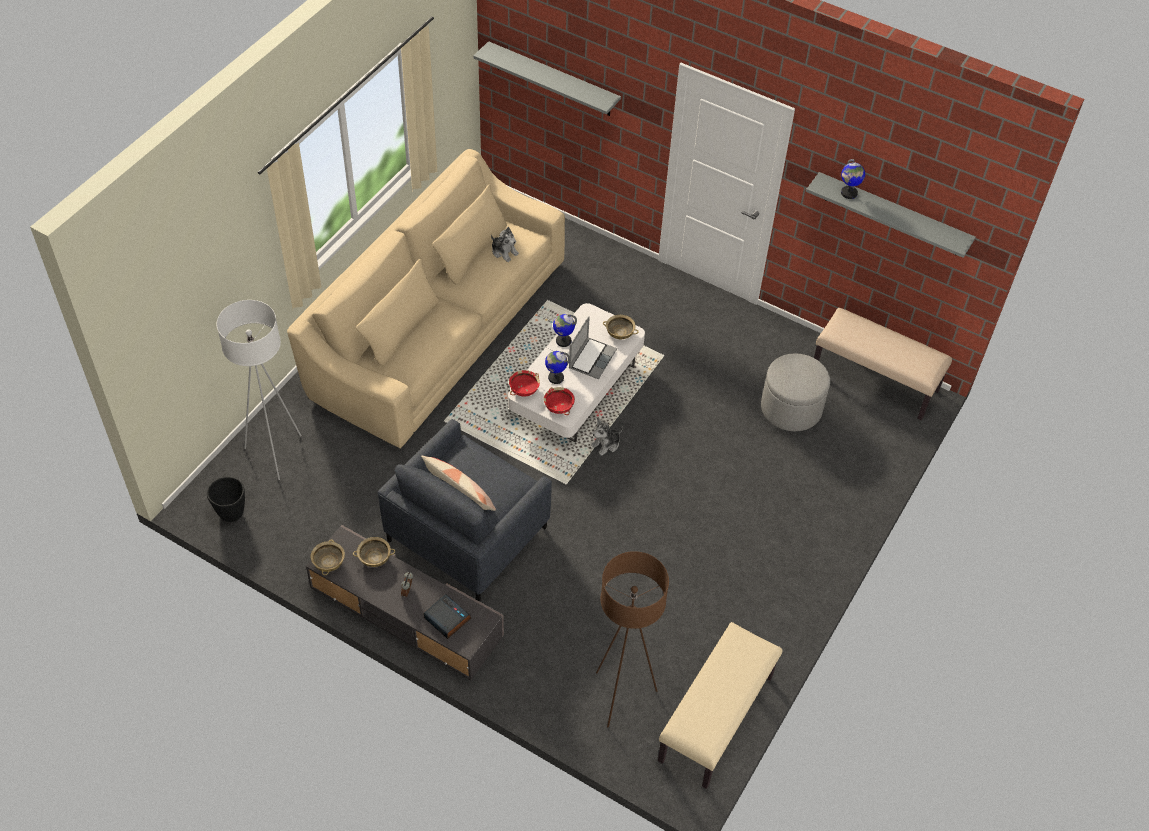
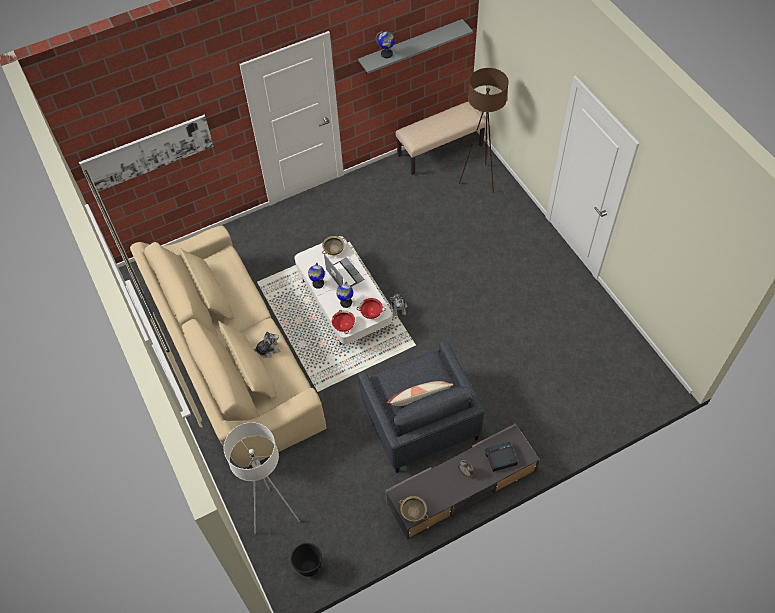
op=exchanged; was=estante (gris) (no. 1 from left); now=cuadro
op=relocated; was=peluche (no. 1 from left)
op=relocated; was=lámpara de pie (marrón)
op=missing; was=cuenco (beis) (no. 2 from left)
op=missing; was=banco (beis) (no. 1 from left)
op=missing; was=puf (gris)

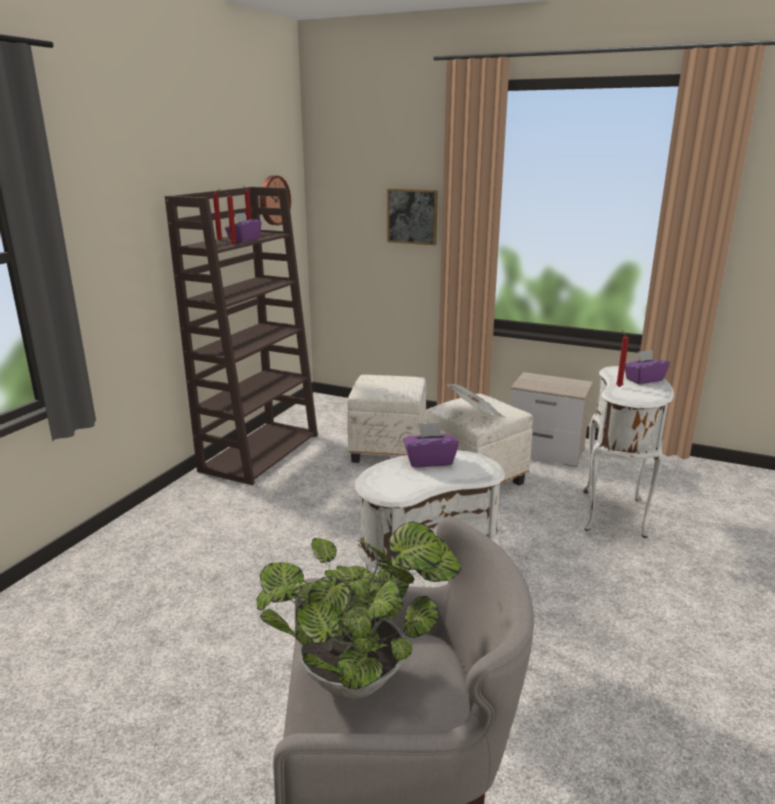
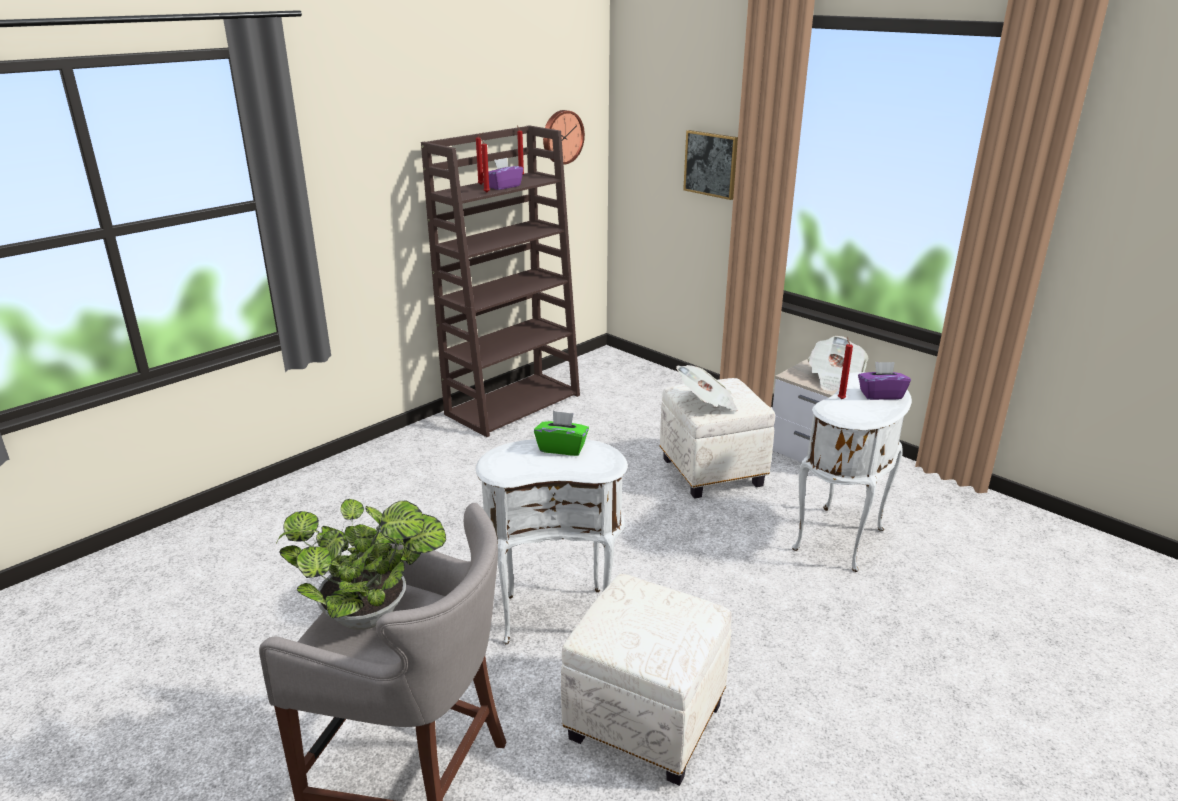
op=colour; was=caja de pañuelos (morado) (no. 2 from left); now=caja de pañuelos (verde)
op=relocated; was=puf (blanco) (no. 1 from left)
op=appeared; now=periódico (no. 2 from left)

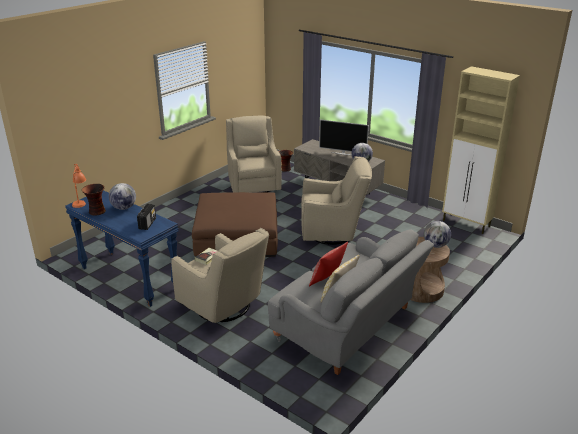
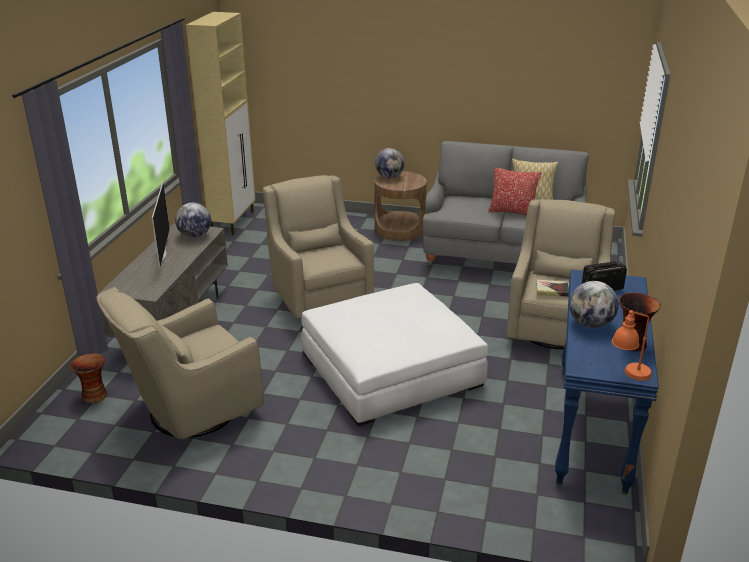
op=colour; was=puf (marrón); now=puf (blanco)

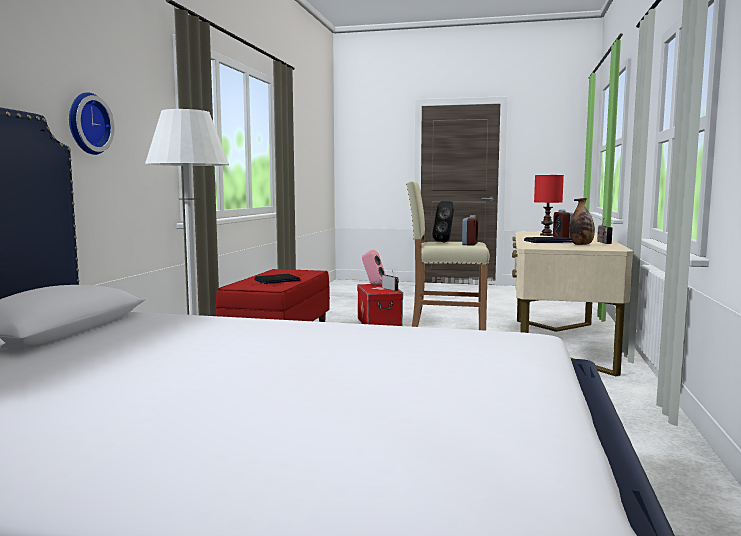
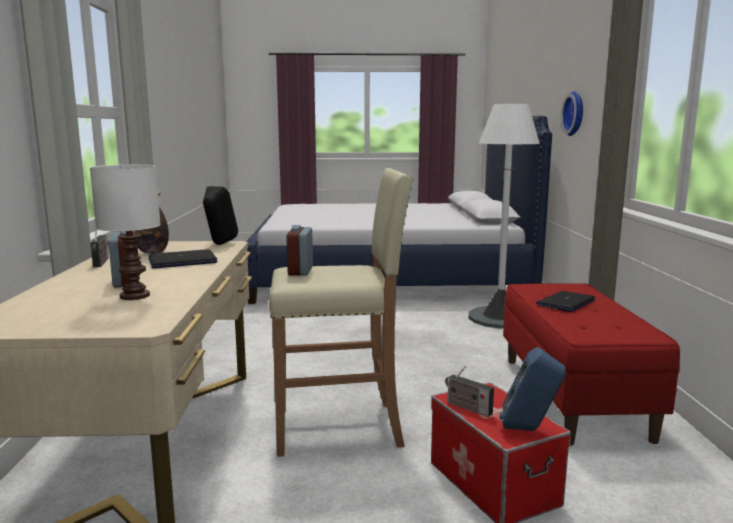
op=colour; was=lámpara de mesa (rojo); now=lámpara de mesa (blanco)
op=relocated; was=altavoz (negro)
op=colour; was=altavoz (rosa); now=altavoz (azul)

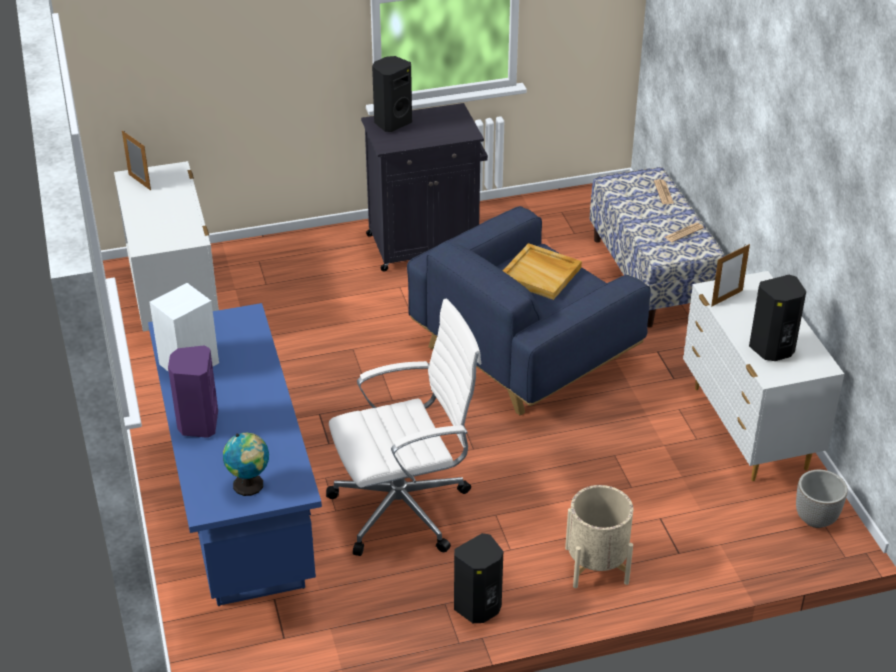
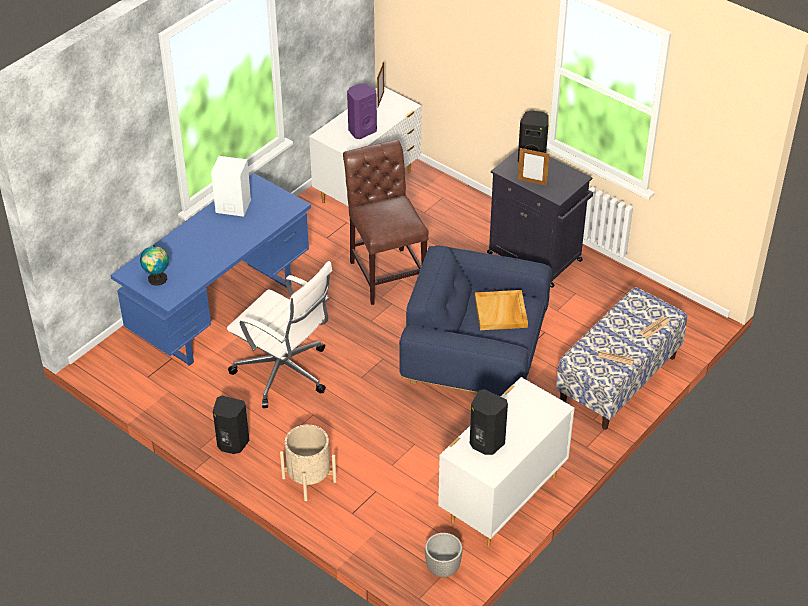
op=appeared; now=silla (marrón)
op=relocated; was=altavoz (morado)
op=relocated; was=portarretratos (no. 2 from left)

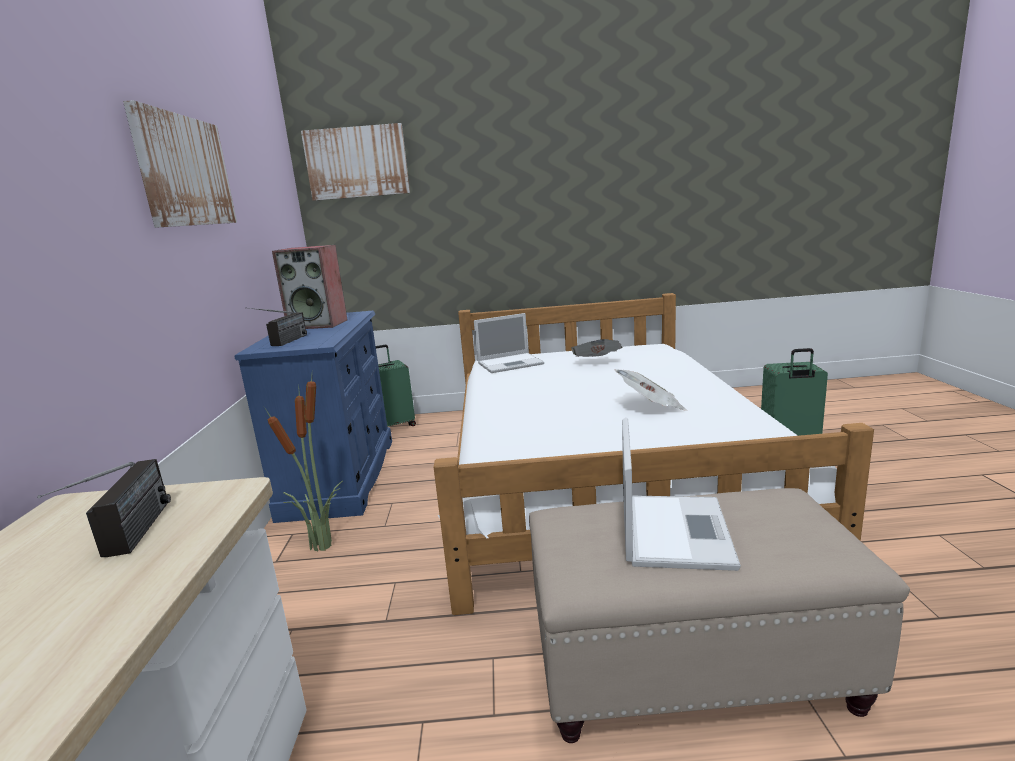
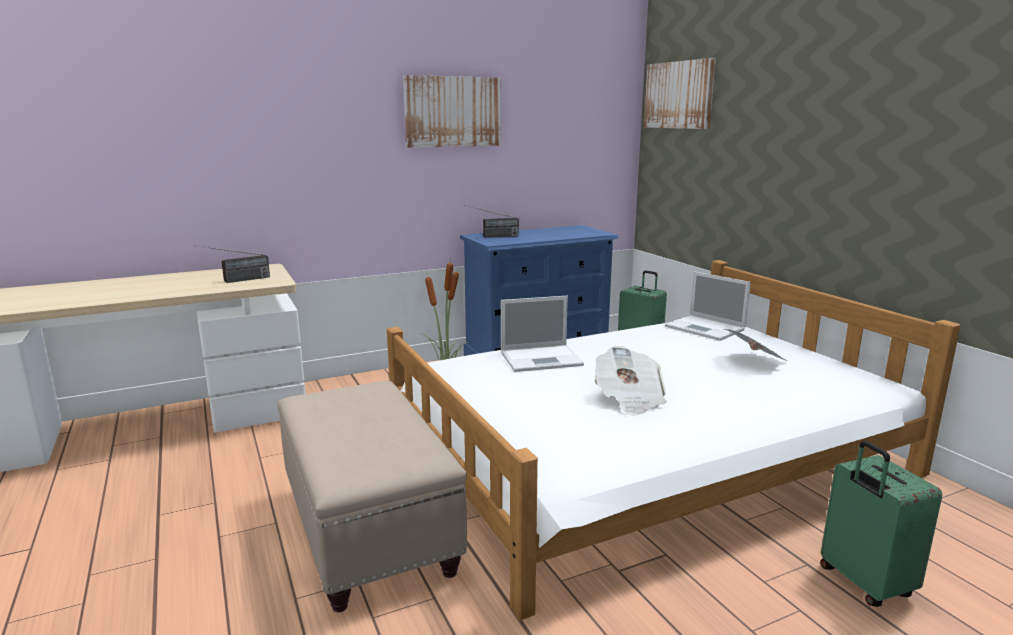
op=relocated; was=portátil (no. 2 from left in the first image); now=portátil (no. 1 from left)
op=missing; was=altavoz

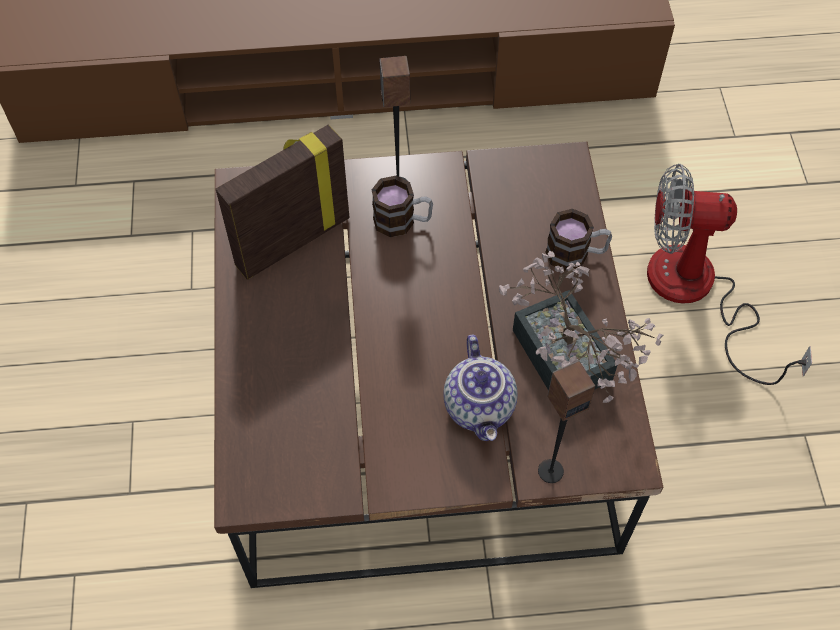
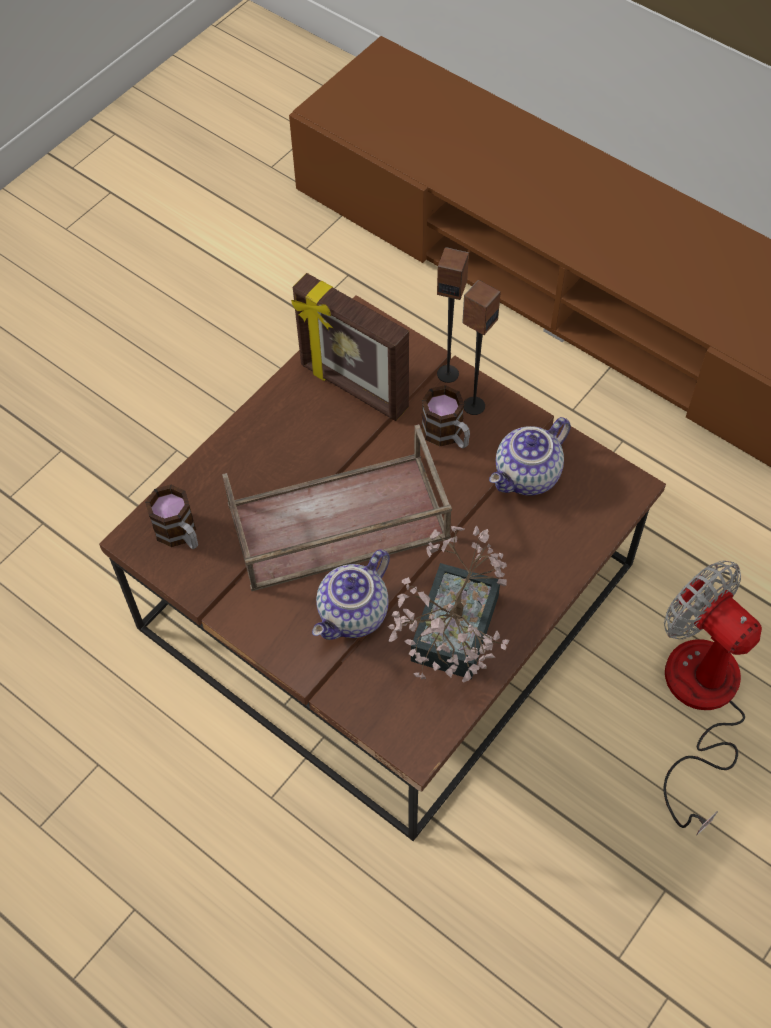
op=relocated; was=taza grande (no. 2 from left in the first image); now=taza grande (no. 1 from left)
op=appeared; now=bandeja (marrón)
op=spun; was=portarretratos; clockwise=-150
op=relocated; was=altavoz (no. 2 from left in the first image); now=altavoz (no. 1 from left)
op=appeared; now=tetera (no. 2 from left)

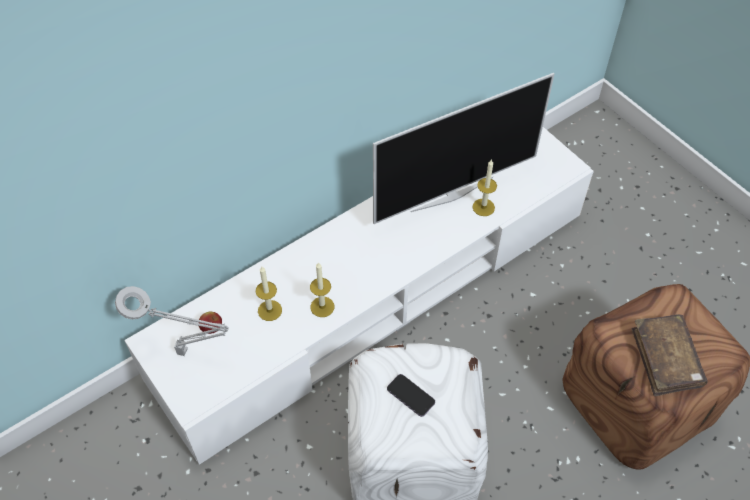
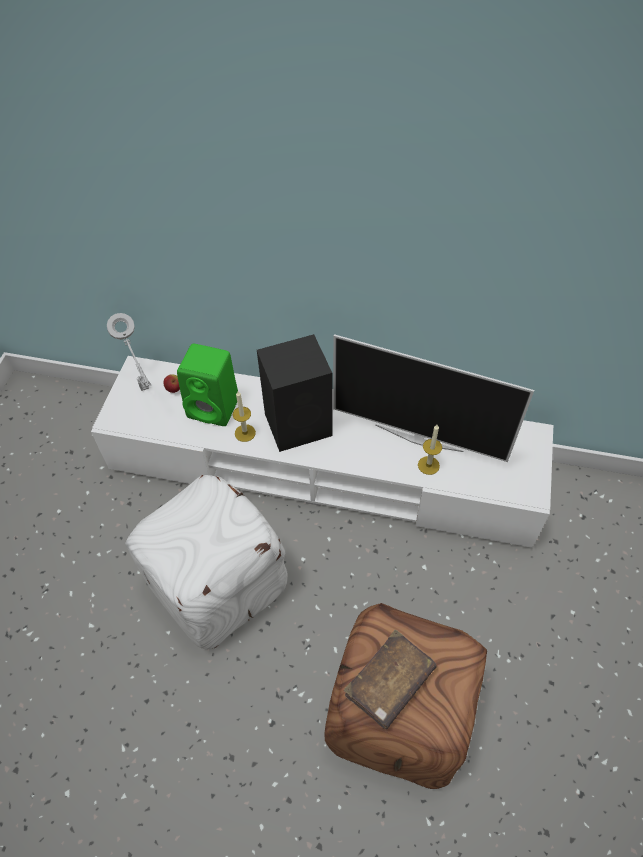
op=exchanged; was=vela (no. 1 from left); now=altavoz (verde)
op=appeared; now=altavoz (negro)
op=missing; was=móvil

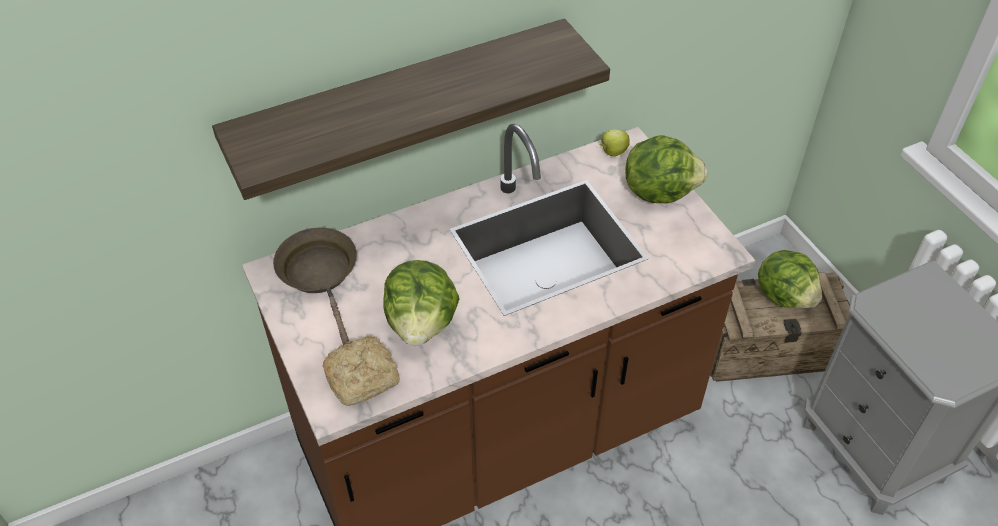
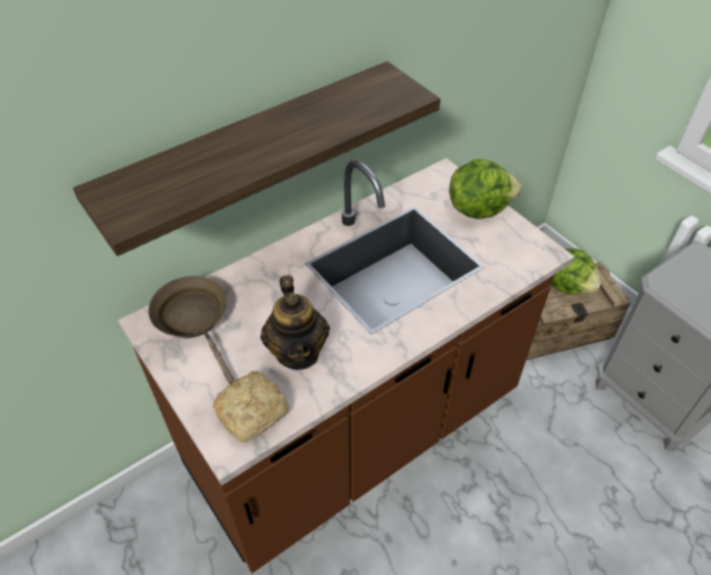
op=exchanged; was=lechuga (no. 1 from left); now=tetera
op=missing; was=manzana

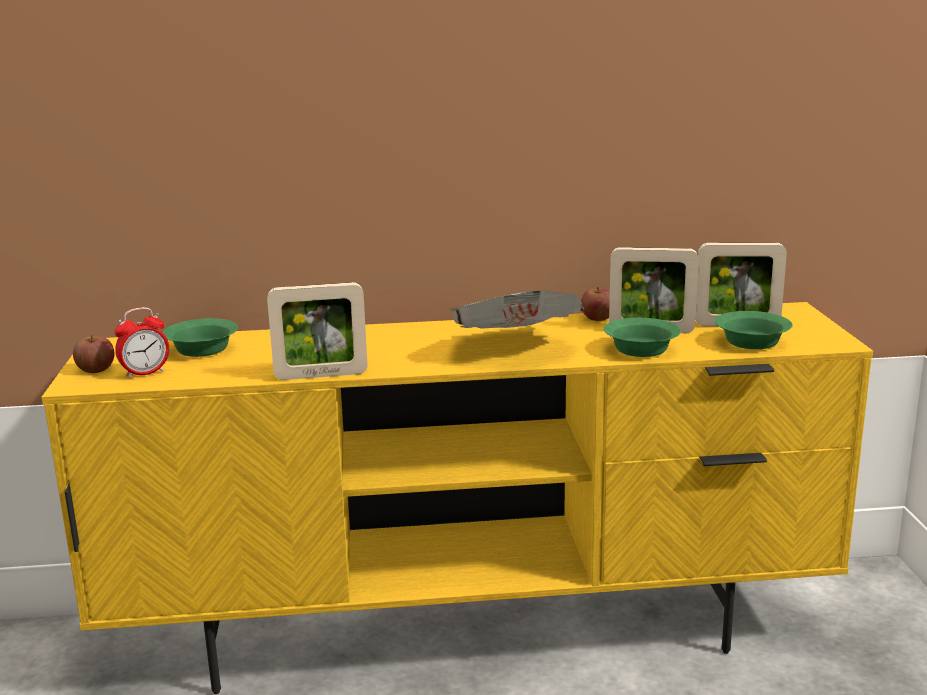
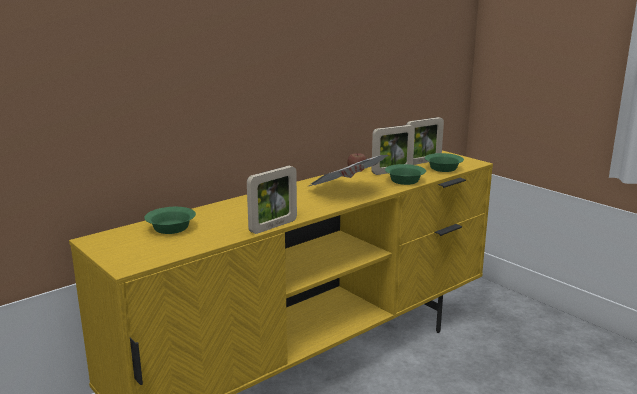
op=missing; was=manzana (no. 1 from left)
op=missing; was=despertador

